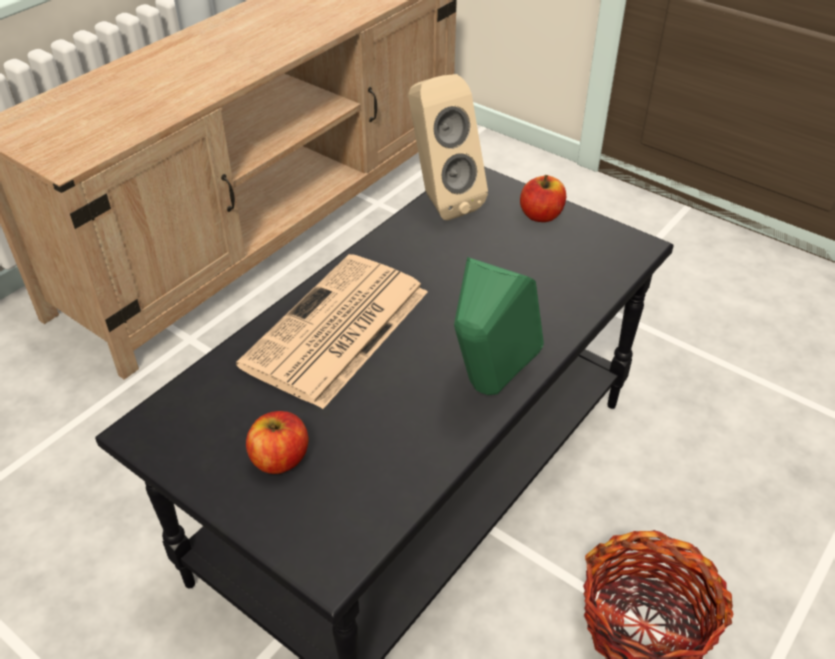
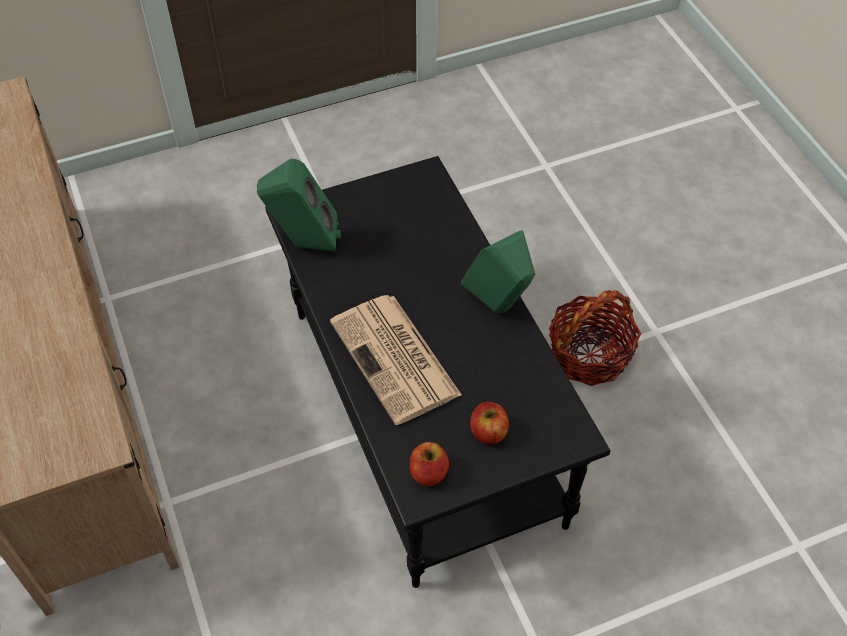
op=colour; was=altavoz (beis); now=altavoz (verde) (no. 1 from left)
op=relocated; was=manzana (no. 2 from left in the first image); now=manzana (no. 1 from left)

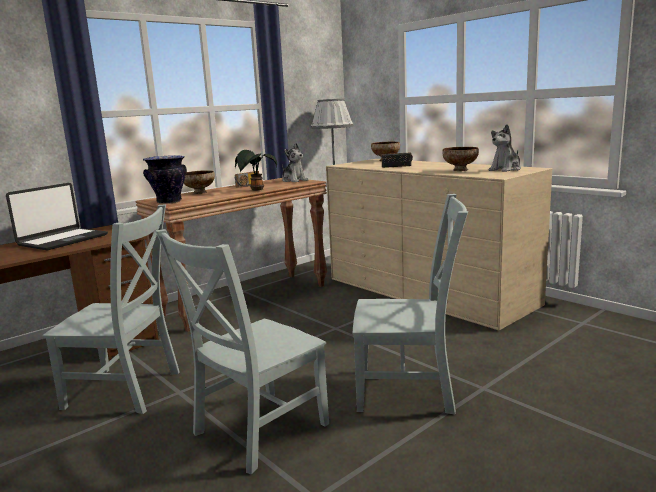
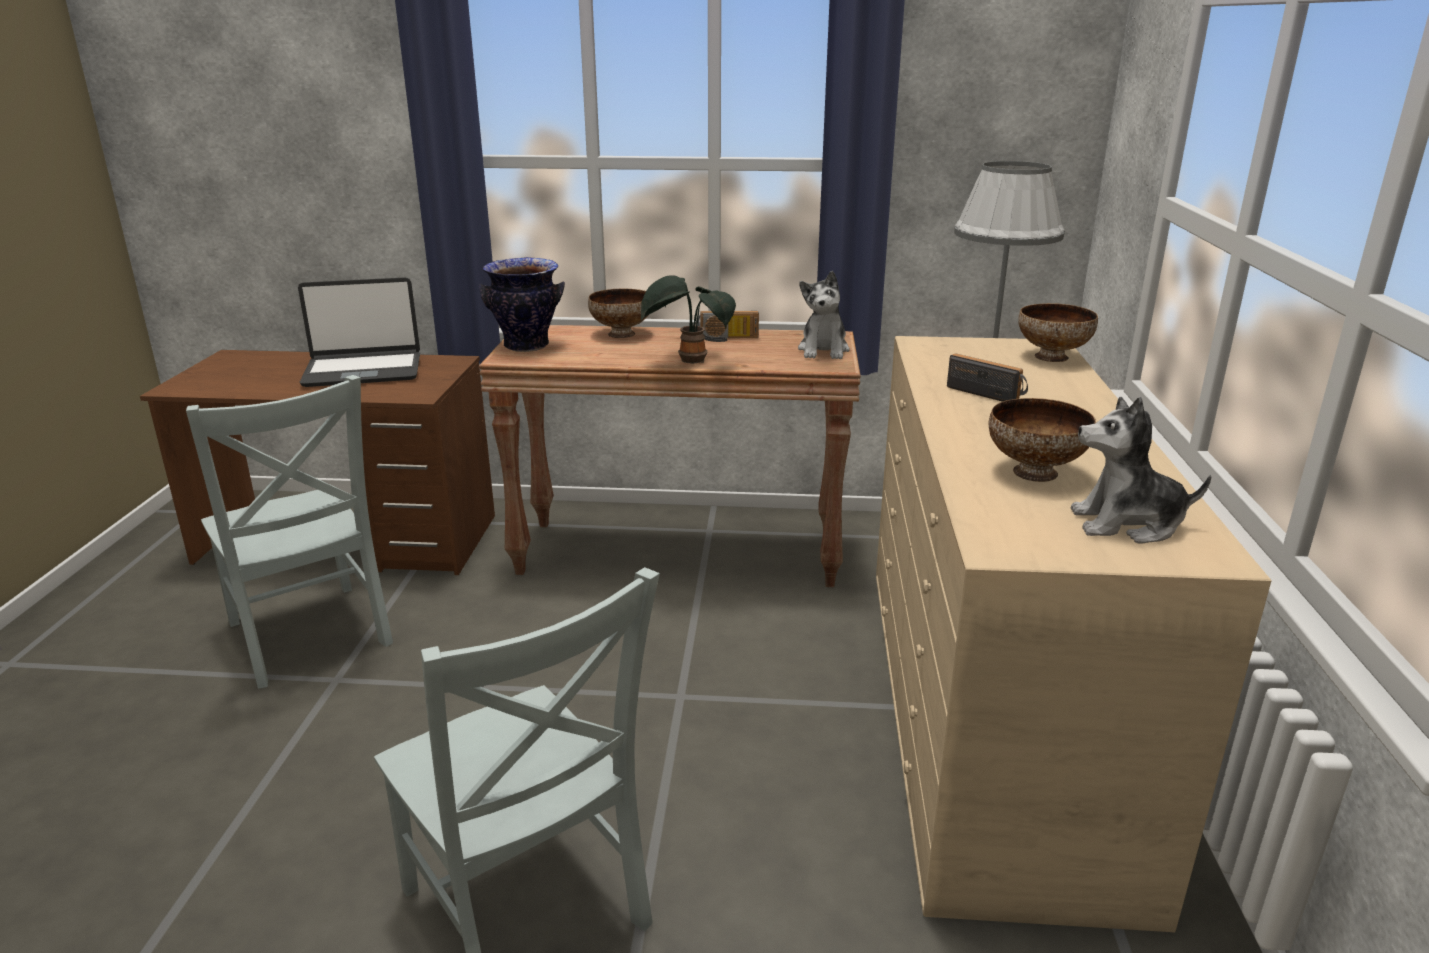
op=missing; was=silla (gris) (no. 2 from left)

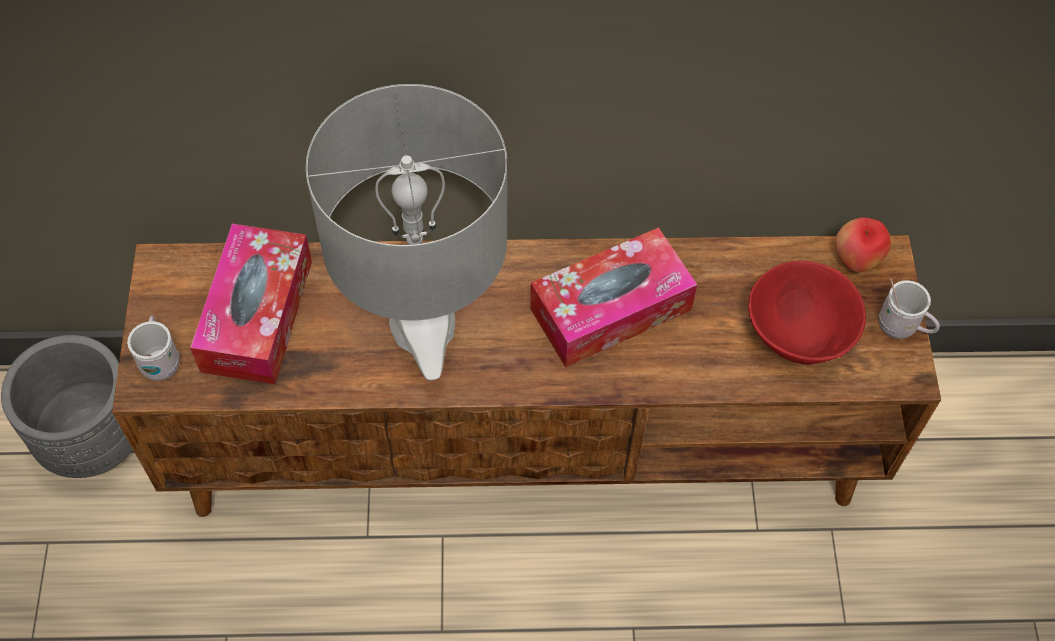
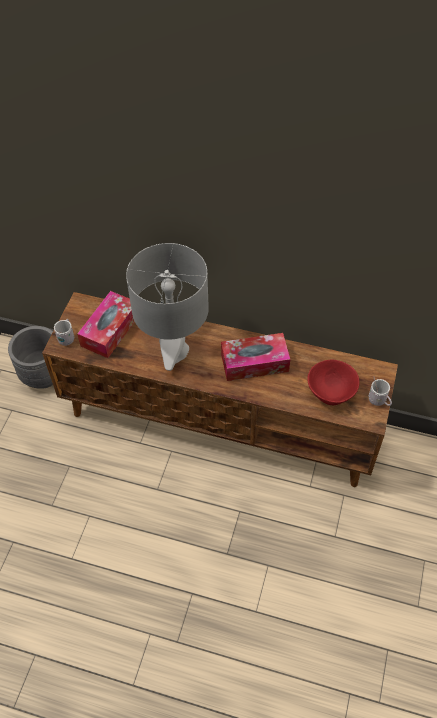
op=missing; was=manzana

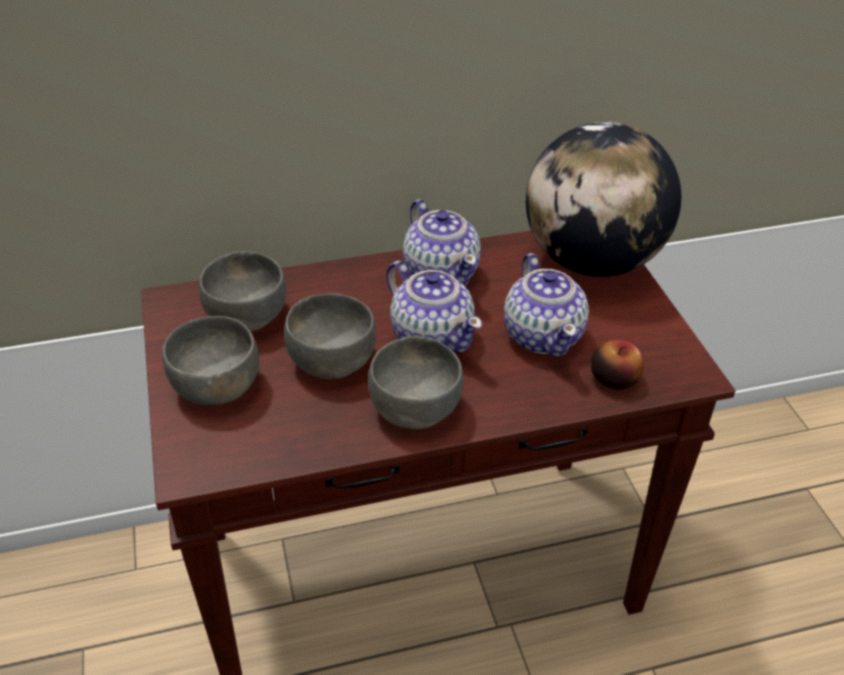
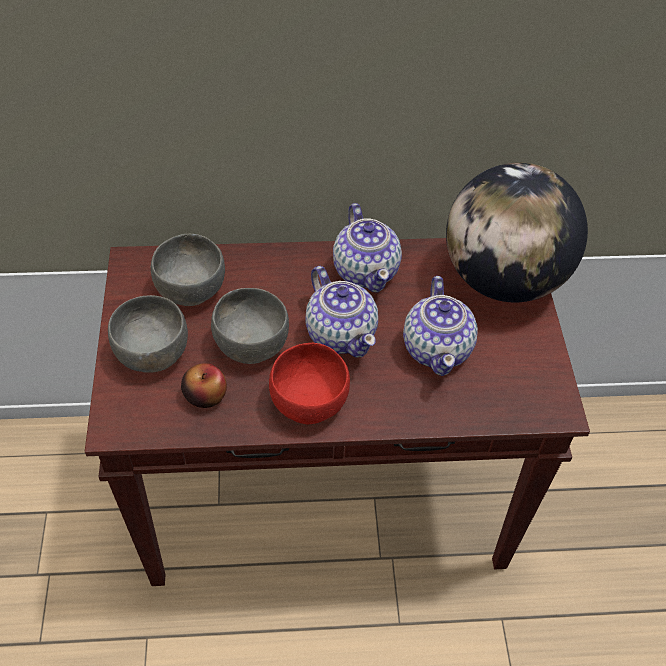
op=relocated; was=manzana
op=colour; was=cuenco (gris) (no. 4 from left); now=cuenco (rojo)

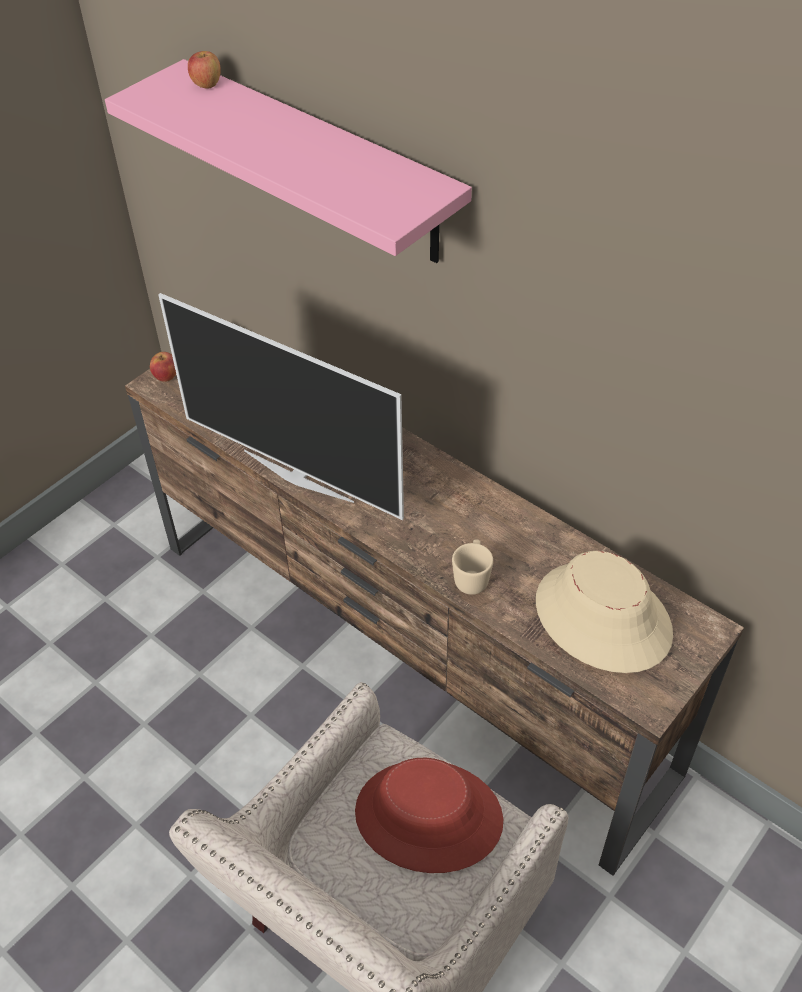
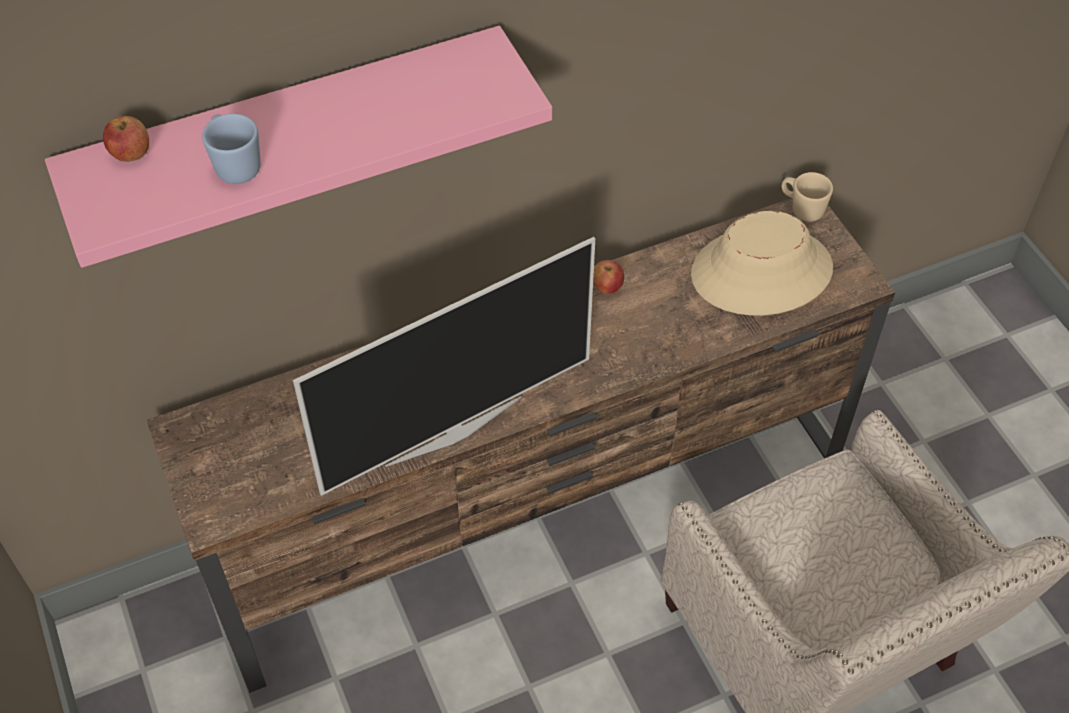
op=appeared; now=taza grande (azul)
op=relocated; was=manzana (no. 1 from left in the first image); now=manzana (no. 2 from left)
op=relocated; was=taza grande (beis)
op=missing; was=sombrero (rojo)

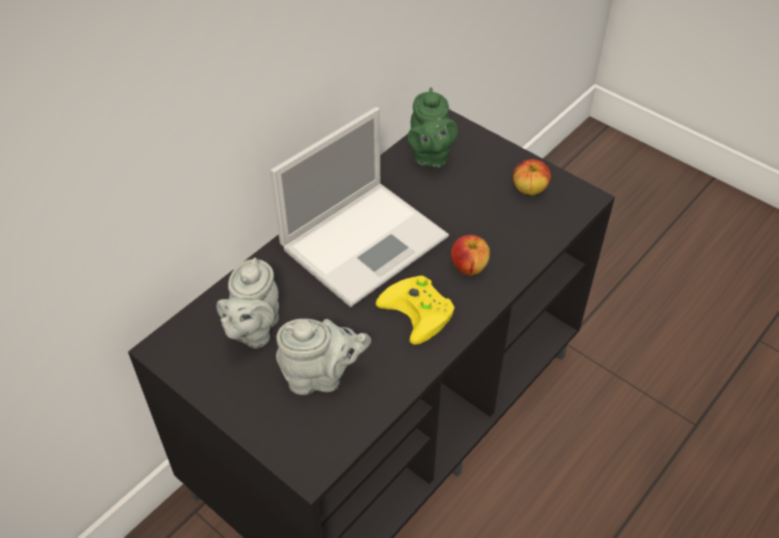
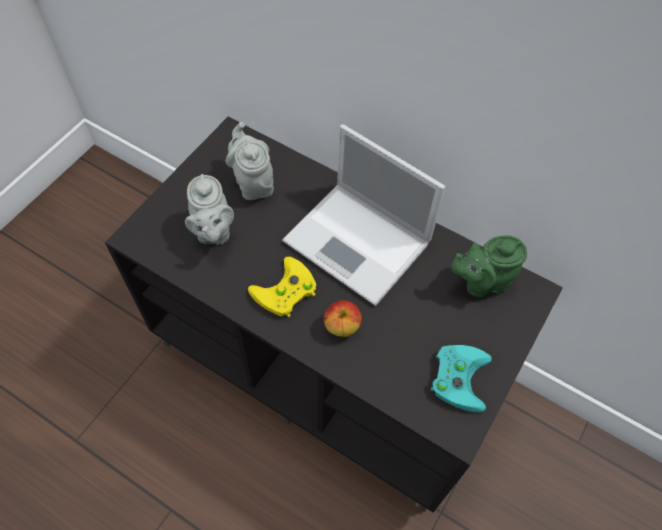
op=spun; was=tetera (gris) (no. 1 from left in the first image); clockwise=60
op=exchanged; was=manzana (no. 2 from left); now=mando de consola (turquesa)

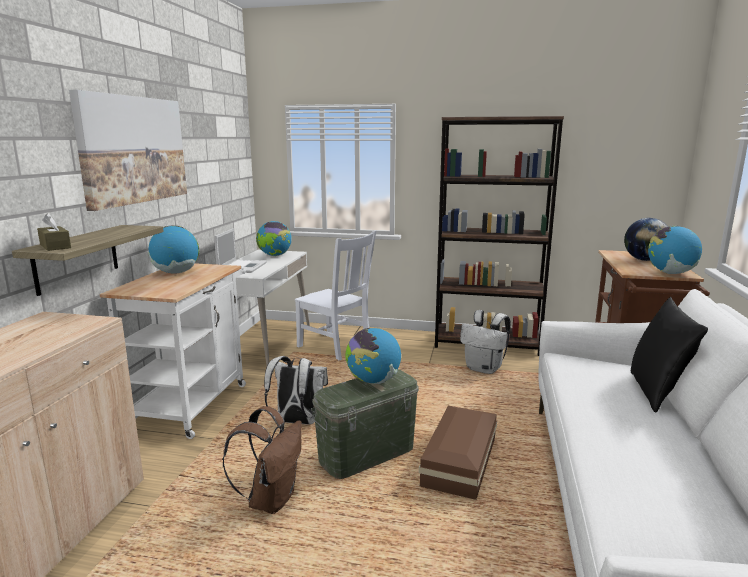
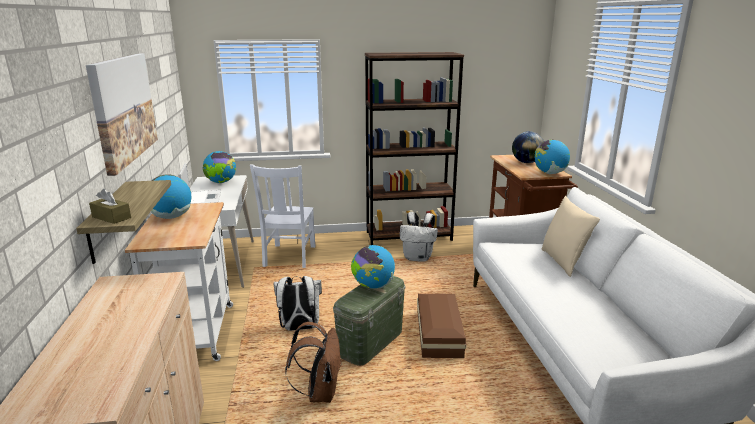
op=spun; was=silla (blanco); clockwise=75
op=colour; was=cojín (negro); now=cojín (beis)

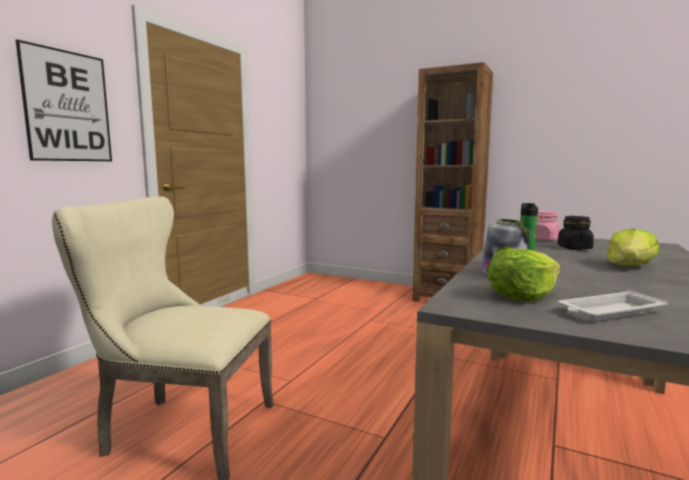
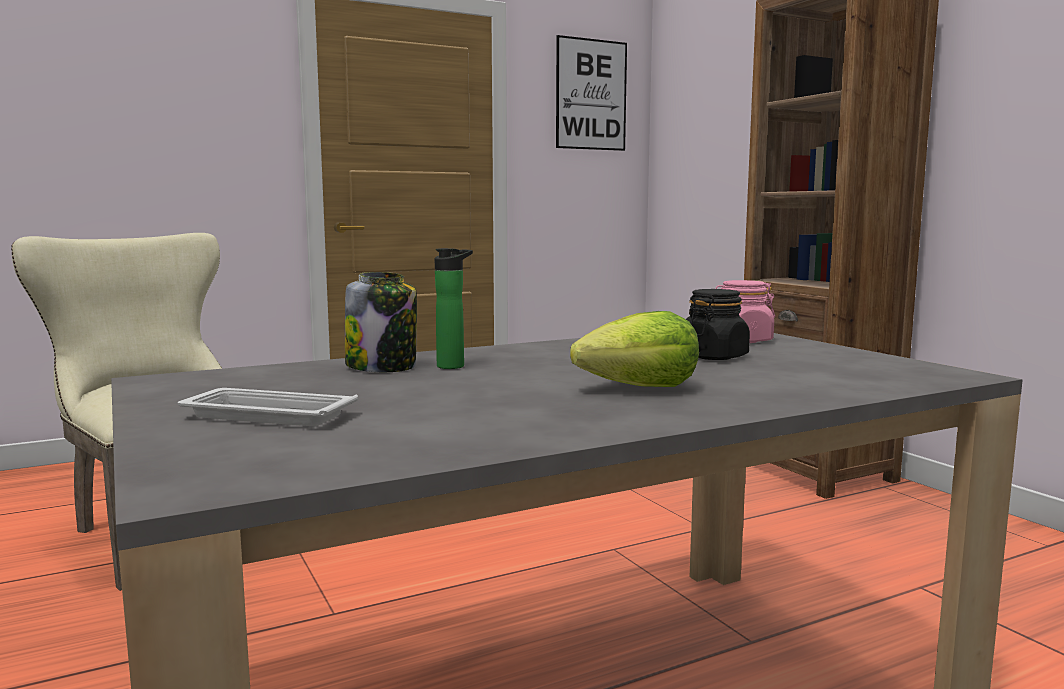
op=relocated; was=cuadro
op=missing; was=lechuga (no. 1 from left)

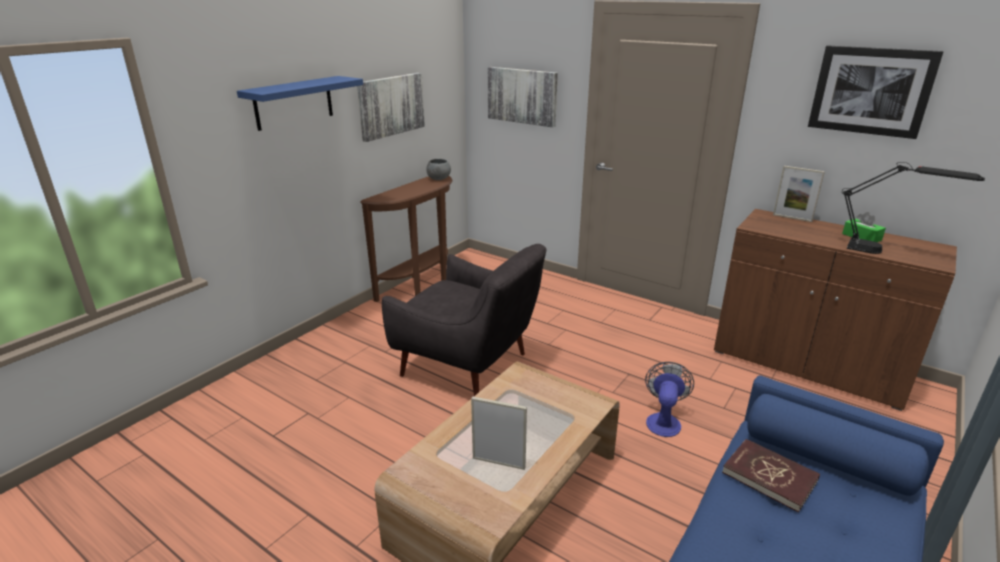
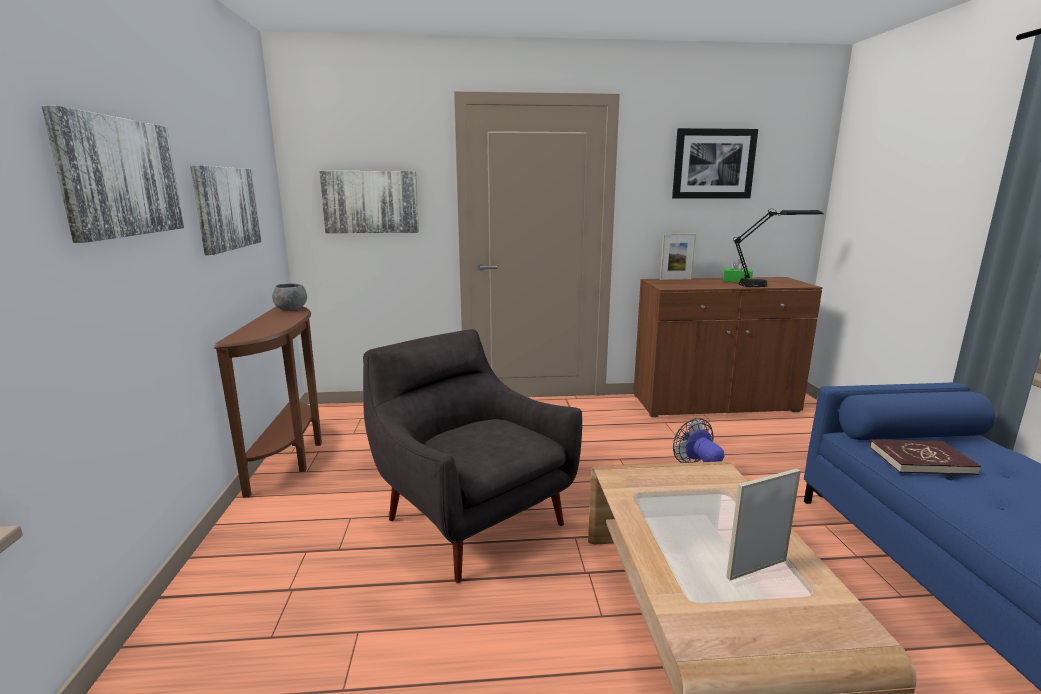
op=exchanged; was=estante (azul); now=cuadro (no. 1 from left)
op=spun; was=sillón (gris); clockwise=-120

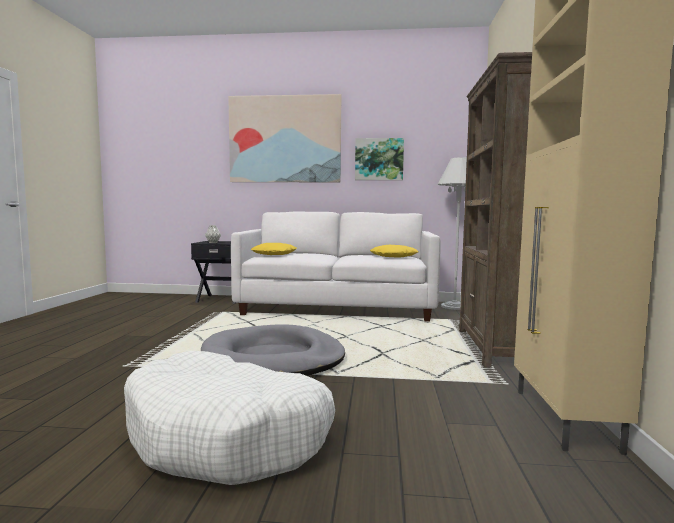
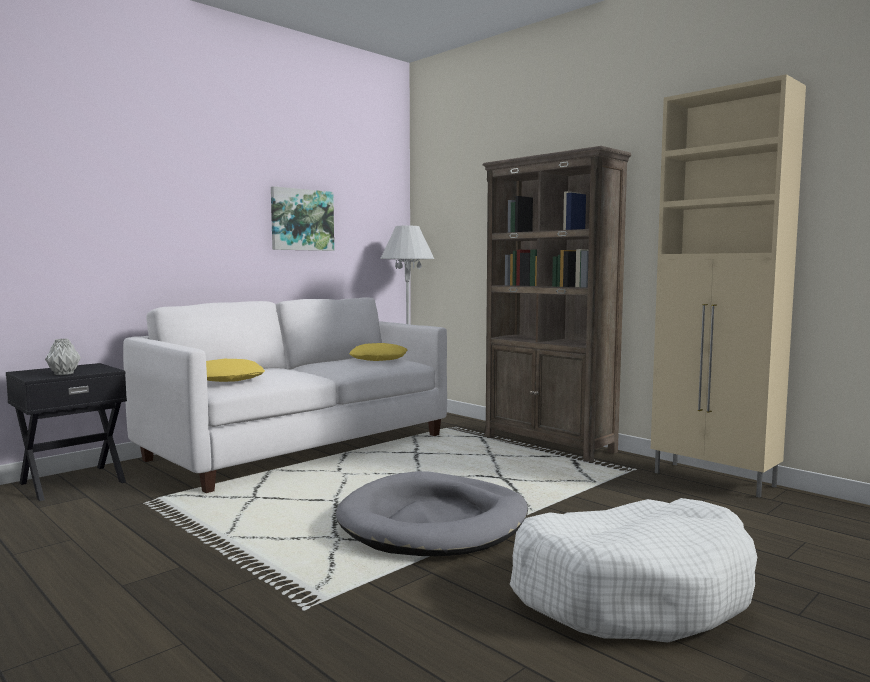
op=missing; was=cuadro (no. 1 from left)

